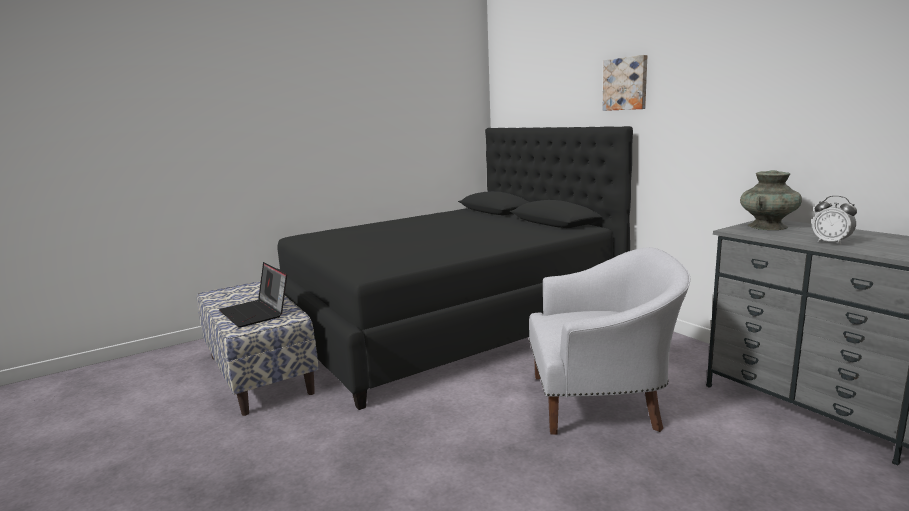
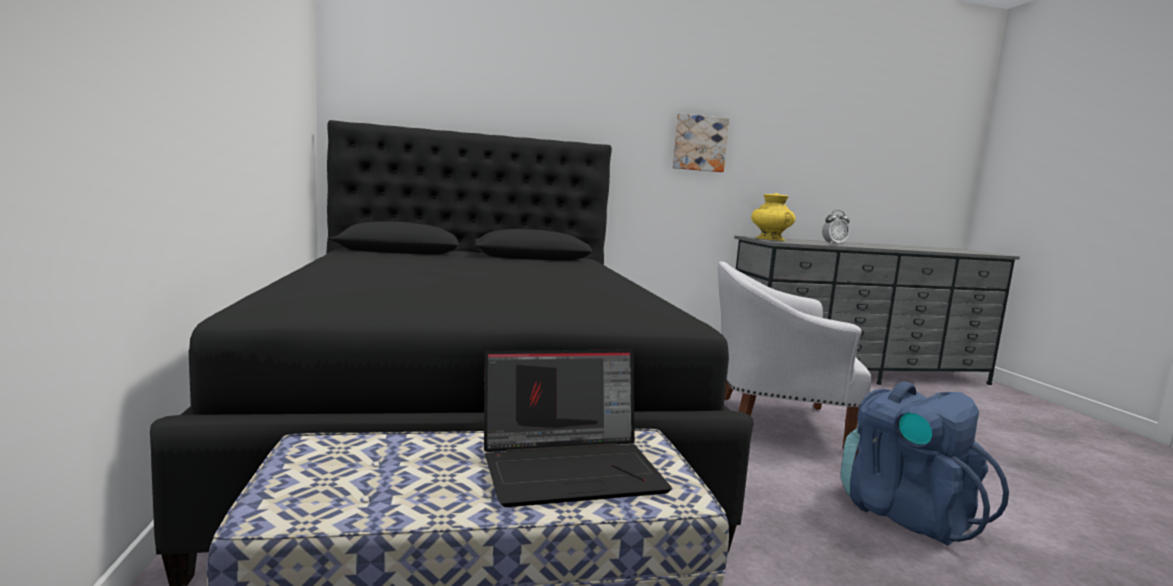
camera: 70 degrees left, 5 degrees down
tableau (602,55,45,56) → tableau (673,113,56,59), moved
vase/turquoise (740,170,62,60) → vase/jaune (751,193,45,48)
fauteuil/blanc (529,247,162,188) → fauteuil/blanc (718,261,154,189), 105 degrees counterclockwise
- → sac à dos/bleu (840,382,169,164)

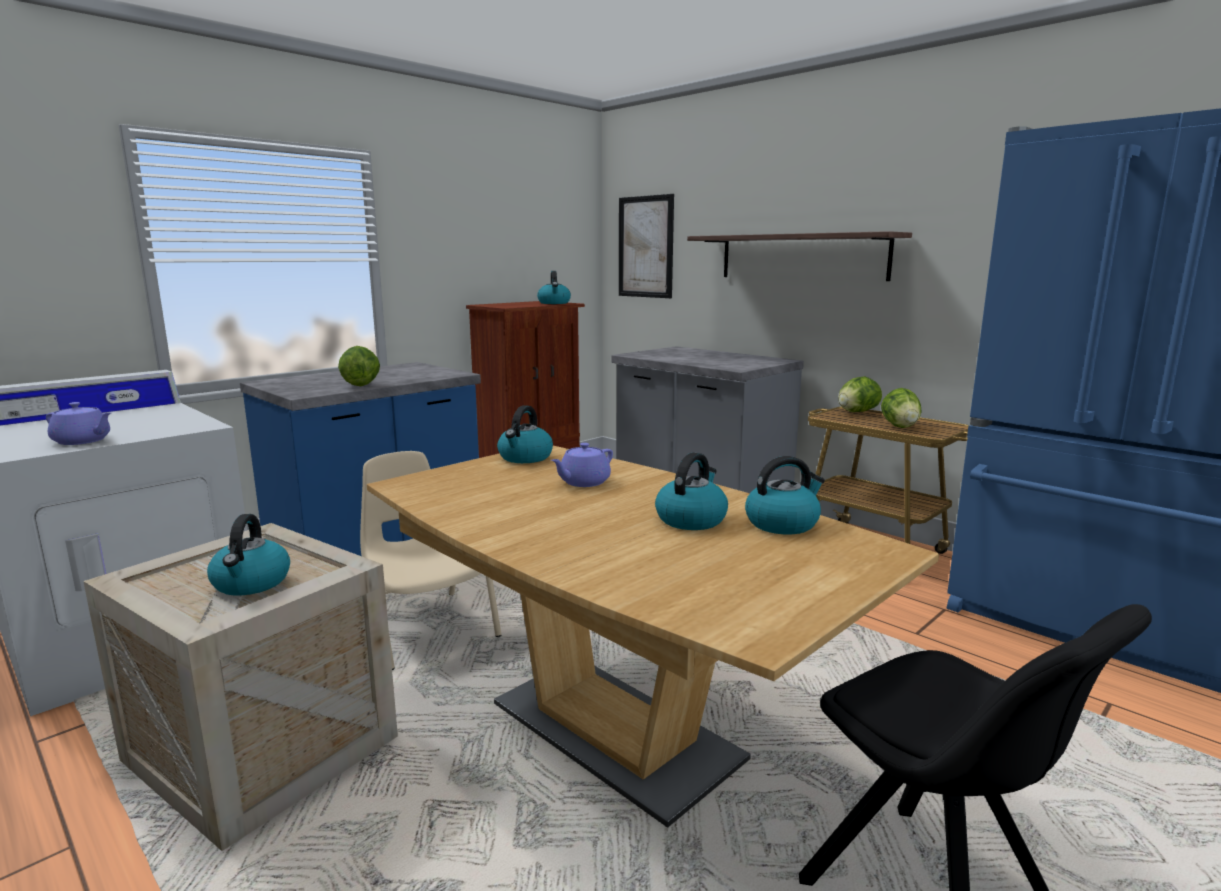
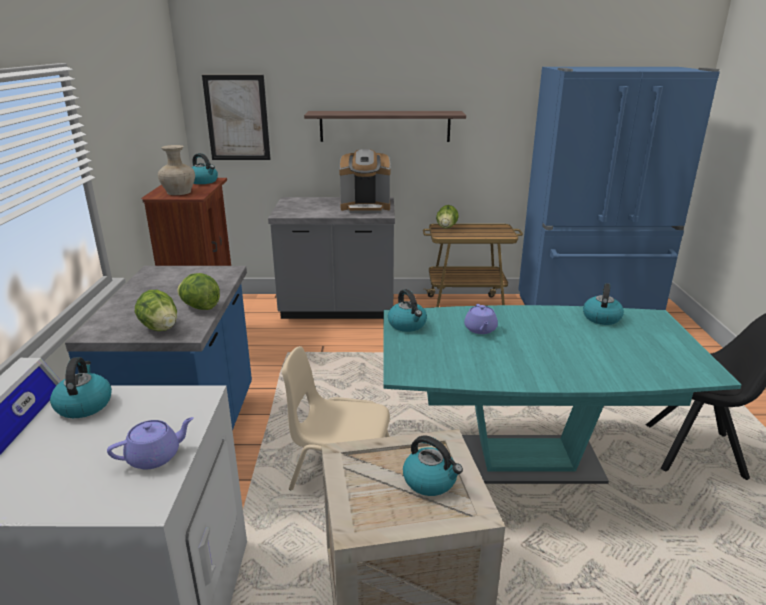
camera: 45 degrees left, 10 degrees up
laitue (881,388,41,40) → laitue (135,290,42,41), moved
table à manger/marron (367,446,572,382) → table à manger/turquoise (383,305,358,179)
bouilloire (655,453,73,77) → bouilloire (50,357,62,61), moved
- → vase/beige (158,145,37,50)
- → machine à café (339,149,52,64)

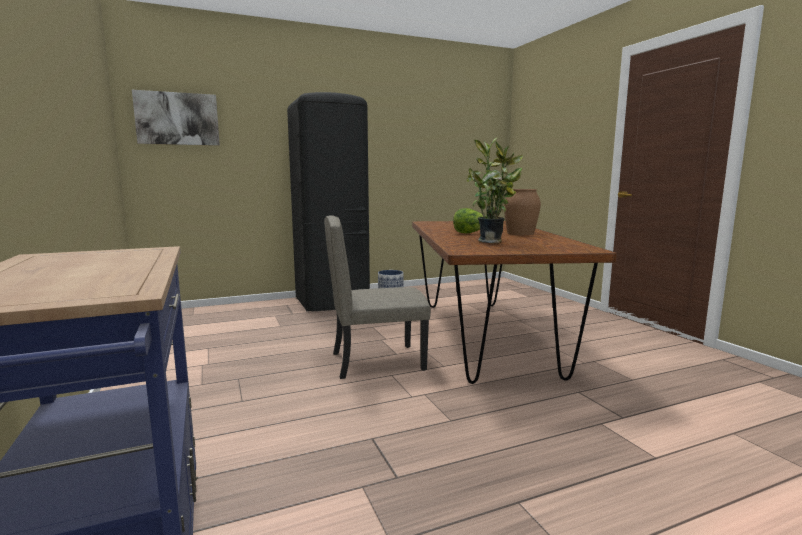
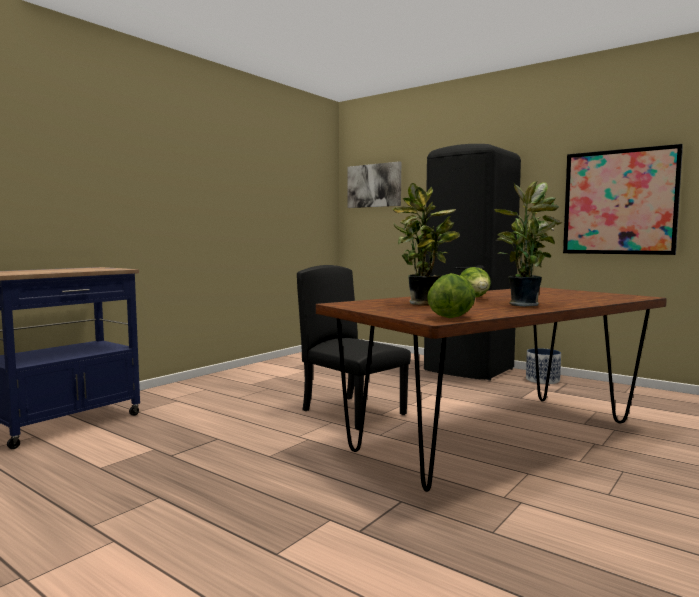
camera: 60 degrees right, 5 degrees down
vase/marron (504,189,37,46) → plante en pot (494,181,69,126)
chaise/beige (324,215,107,164) → chaise/noir (297,265,114,165)
- → tableau (563,144,120,111)
- → laitue (427,273,49,45)

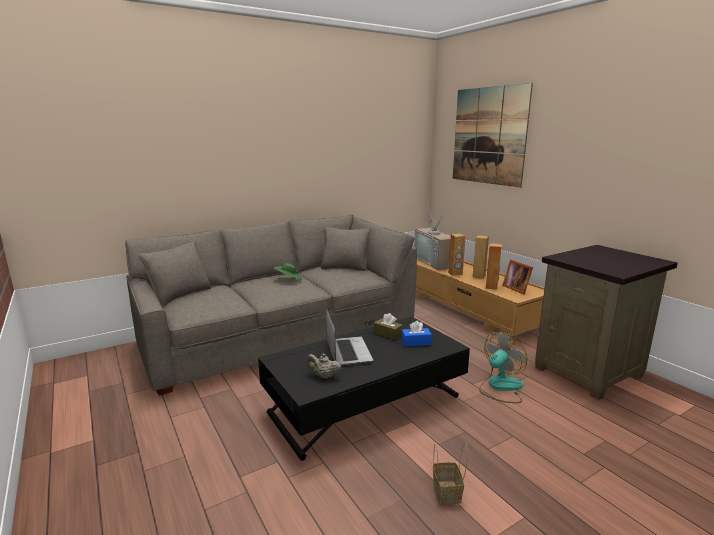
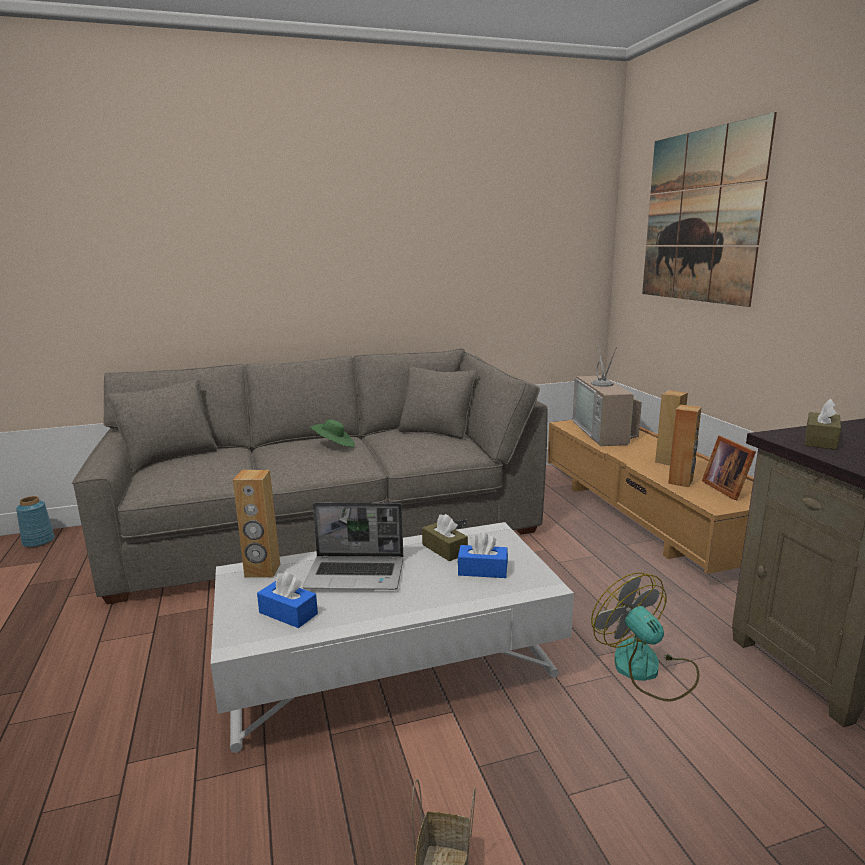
camera: 15 degrees right, 0 degrees up
enceinte/marron (448,234,18,42) → enceinte/marron (233,470,47,108), moved
ordinateur portable (326,309,47,57) → ordinateur portable (303,502,100,88), 90 degrees clockwise
table basse/noir (258,316,212,145) → table basse/blanc (211,522,363,231)
ventilateur (479,332,48,71) → ventilateur (591,572,108,130), 90 degrees counterclockwise
théière/beige (307,354,34,25) → boîte à mouchoirs/bleu (257,572,61,56)
- → boîte à mouchoirs/marron (805,399,36,51)
- → vase/bleu (16,496,39,52)

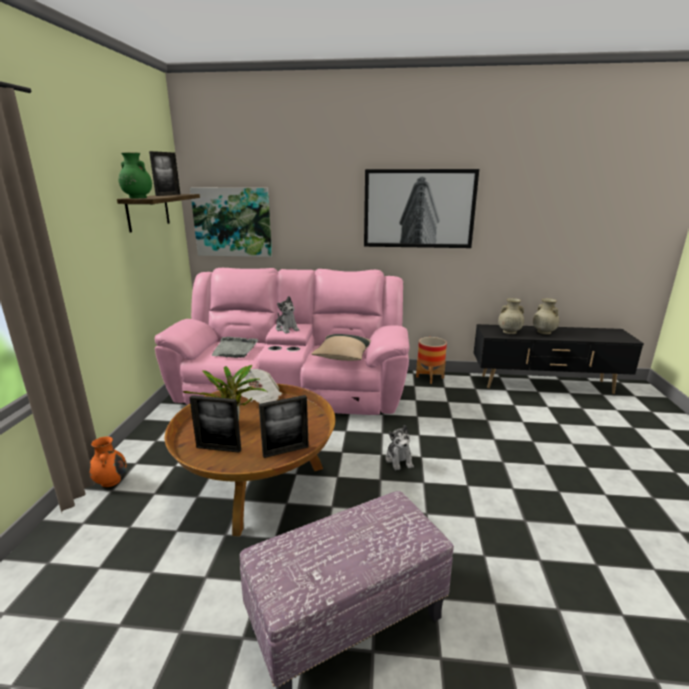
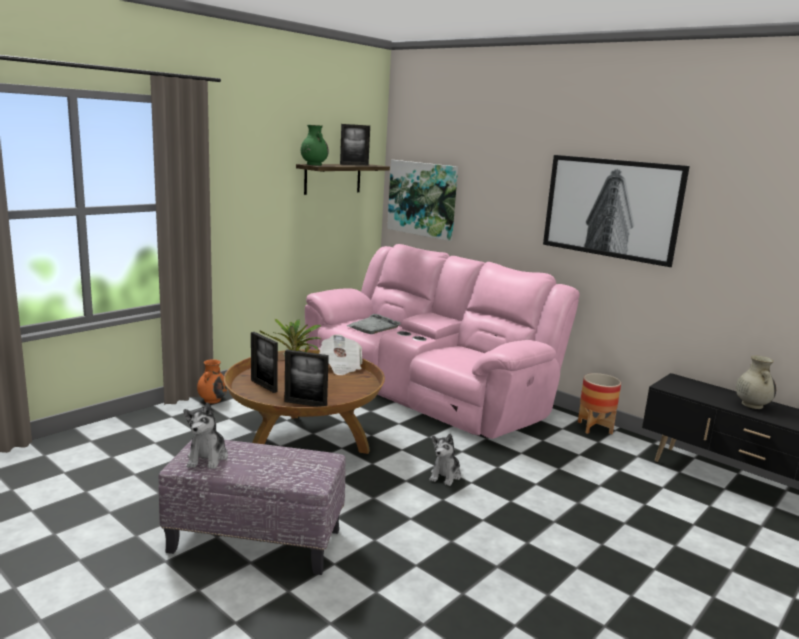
camera: 35 degrees right, 5 degrees down
peluche (276,296,24,38) → peluche (184,403,44,66), moved
vase/beige (498,298,26,36) → -
coussin/beige (312,334,59,27) → -

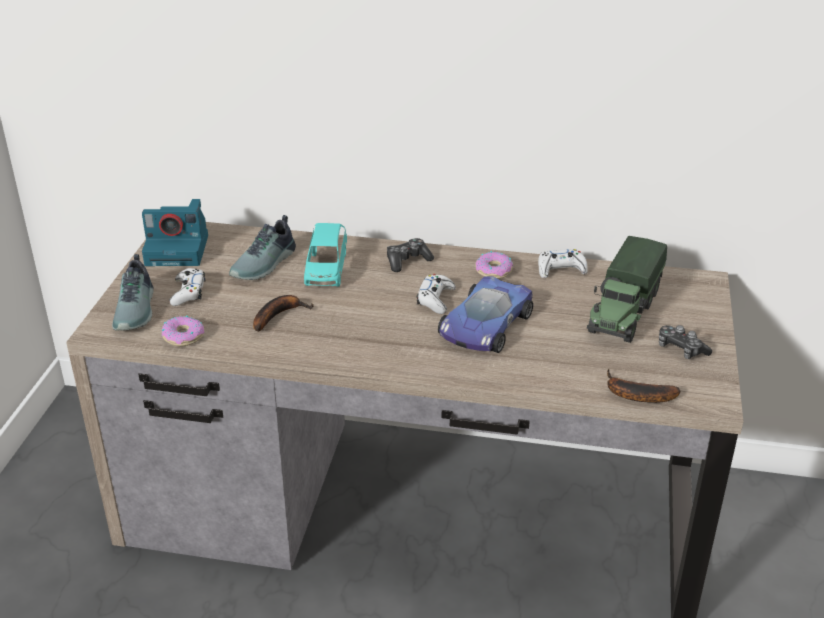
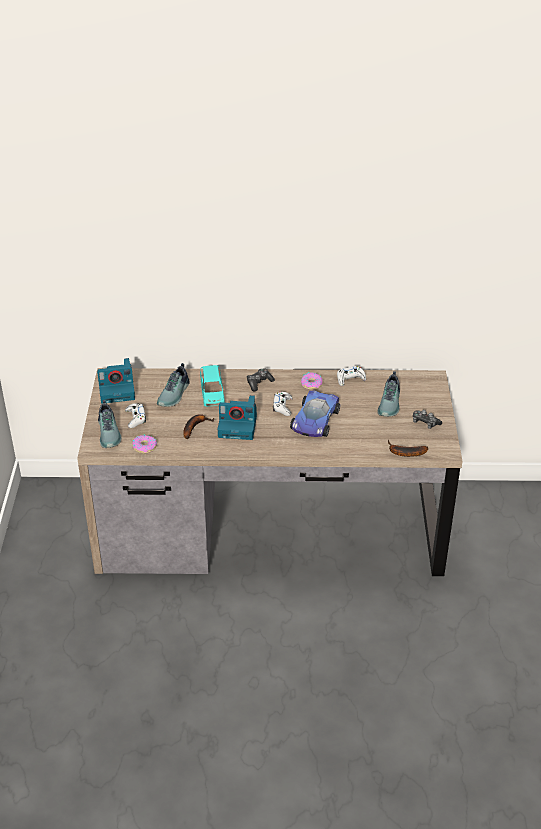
camera: 10 degrees left, 5 degrees up
camion jouet (587,236,80,107) → chaussure (378,371,22,46)
- → appareil photo (218,395,39,45)

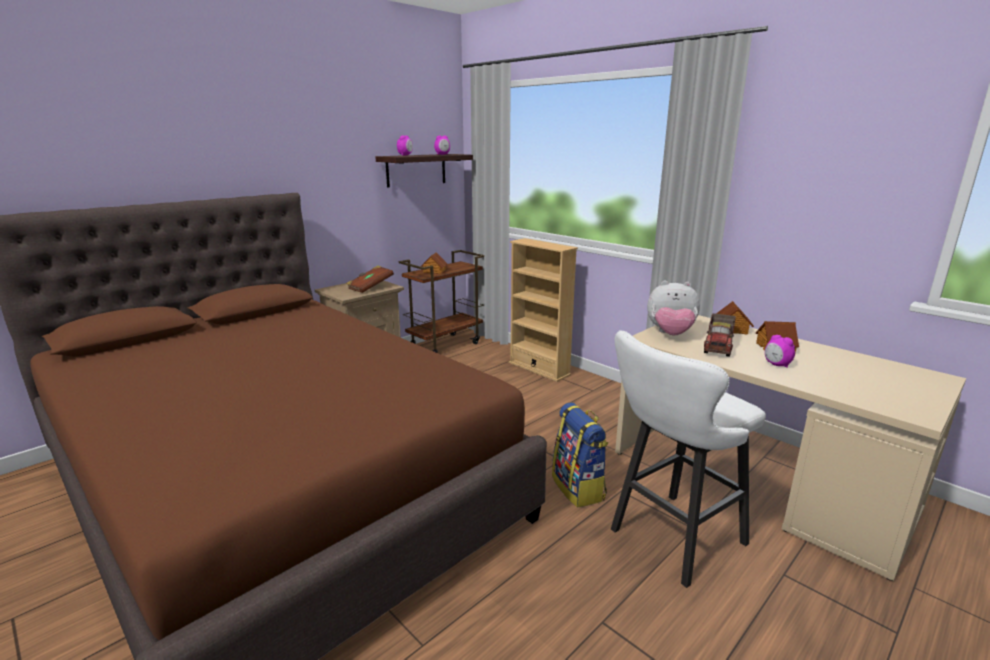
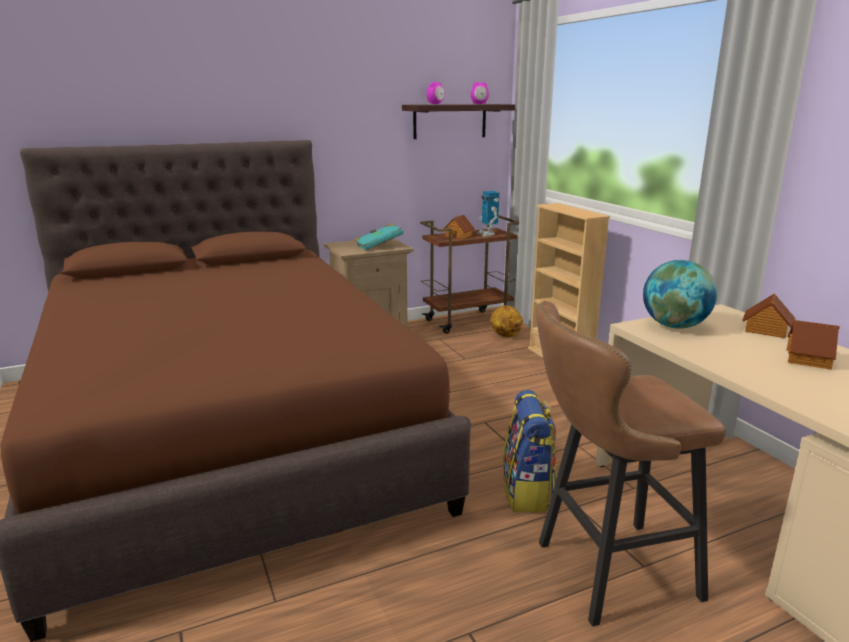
camera: 20 degrees right, 0 degrees up
livre/marron (346,266,48,27) → livre/turquoise (354,223,50,27)
peluche (647,281,53,54) → globe (643,260,74,69)
camion jouet (704,313,32,44) → -
tabouret/blanc (611,330,155,258) → tabouret/marron (536,301,190,326)
réveil (765,335,30,33) → -
- → robot jouet (477,191,22,46)
- → ballon de basket (490,305,33,32)

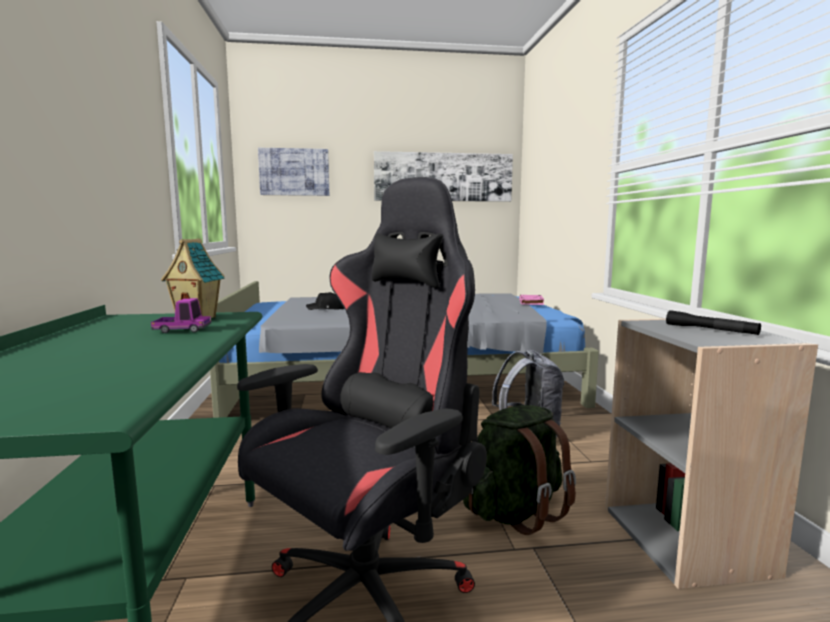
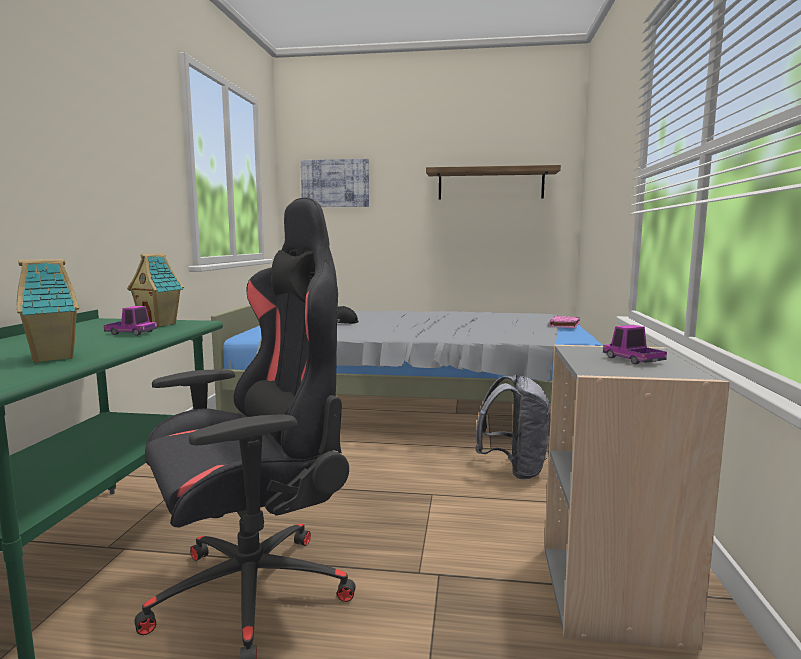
camera: 15 degrees right, 0 degrees up
tableau (374,151,139,51) → étagère (426,165,135,35)
lampe de poche/noir (666,310,95,25) → camion jouet (603,325,64,39)
sac à dos/vert (463,405,113,130) → -
- → maison miniature (17,259,62,104)

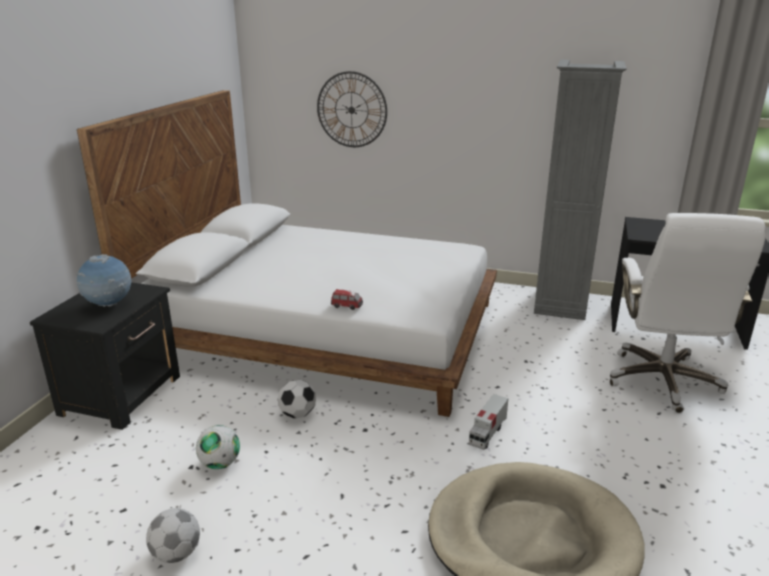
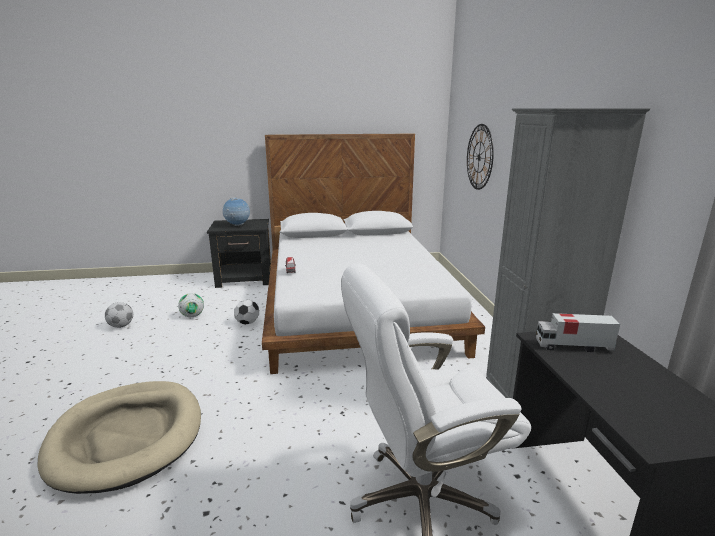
camera: 65 degrees right, 5 degrees down
camion jouet (469,394,39,56) → camion jouet (535,313,85,39), moved

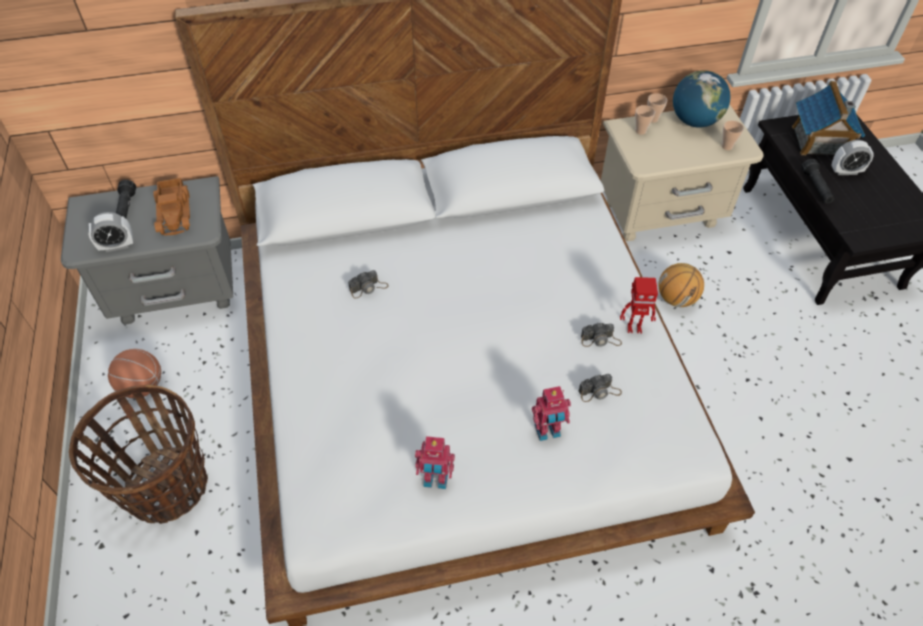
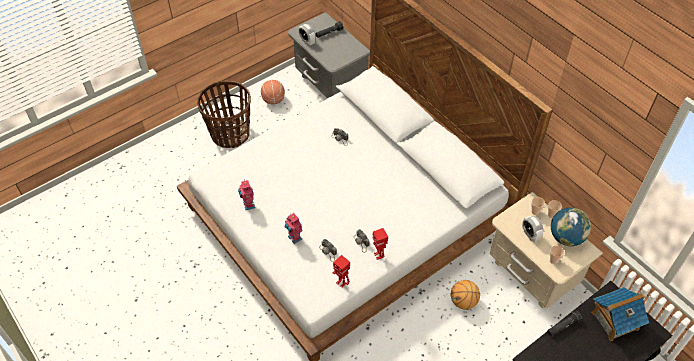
camera: 65 degrees right, 0 degrees up
réveil (831,140,43,35) → réveil (522,216,21,26), moved
camion jouet (153,178,37,58) → -
- → robot jouet (332,255,18,33)

